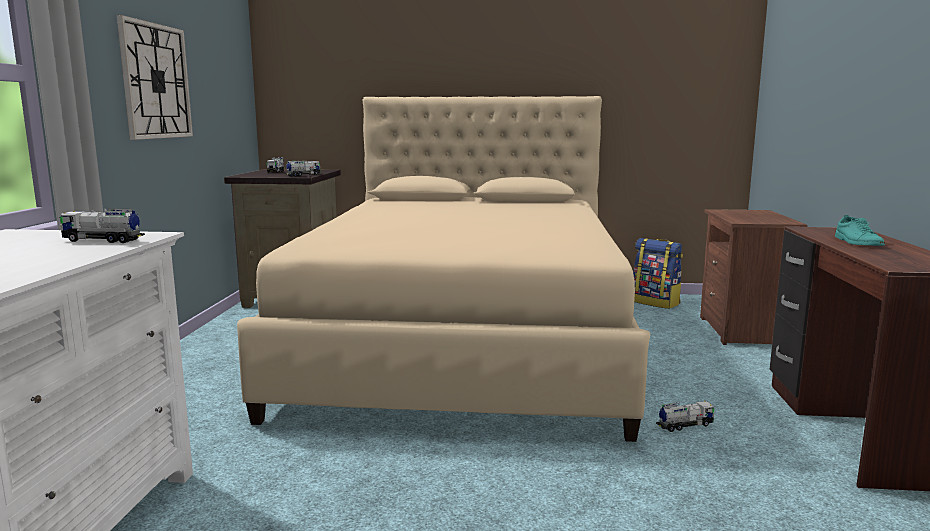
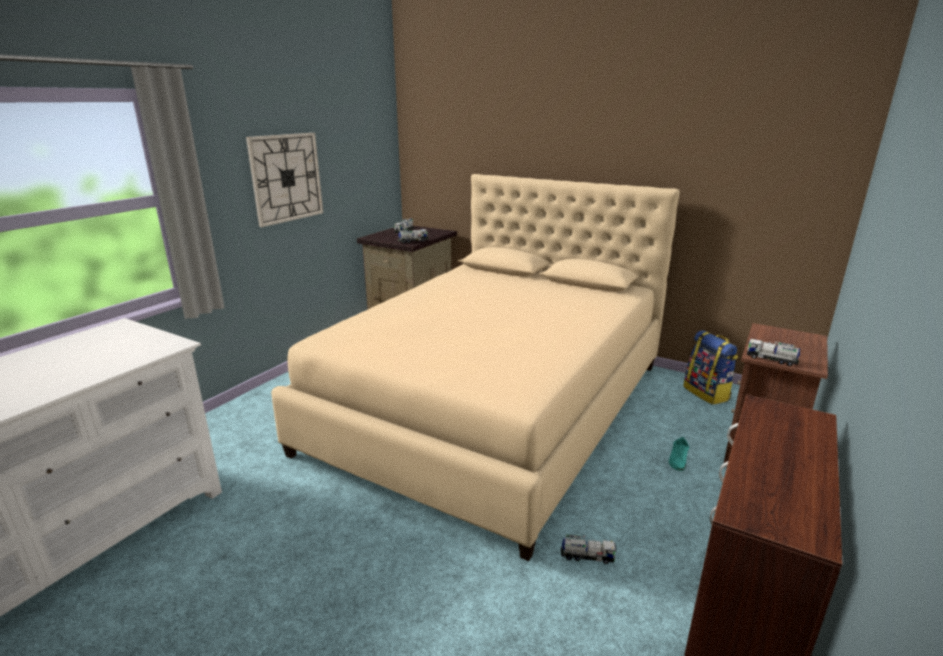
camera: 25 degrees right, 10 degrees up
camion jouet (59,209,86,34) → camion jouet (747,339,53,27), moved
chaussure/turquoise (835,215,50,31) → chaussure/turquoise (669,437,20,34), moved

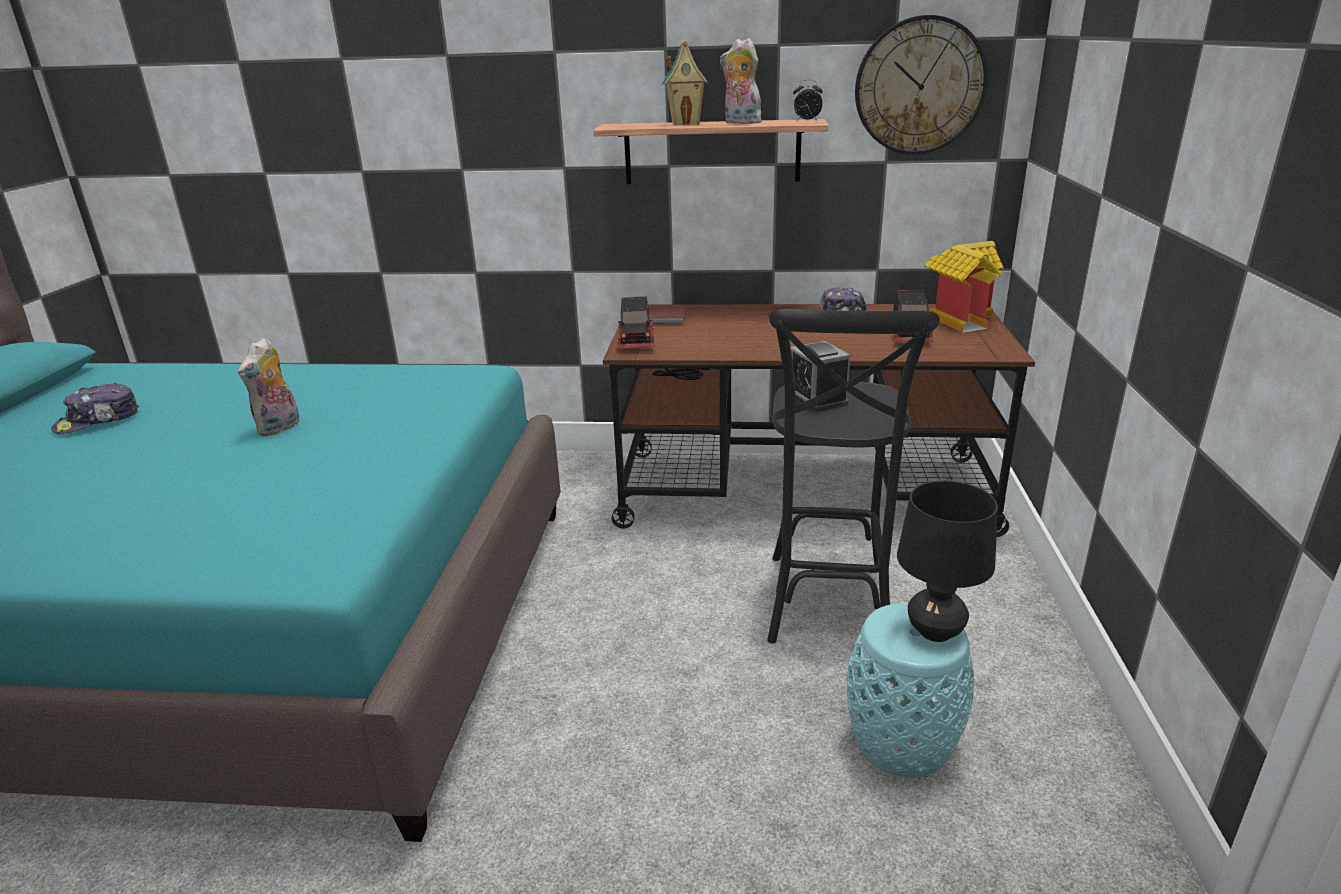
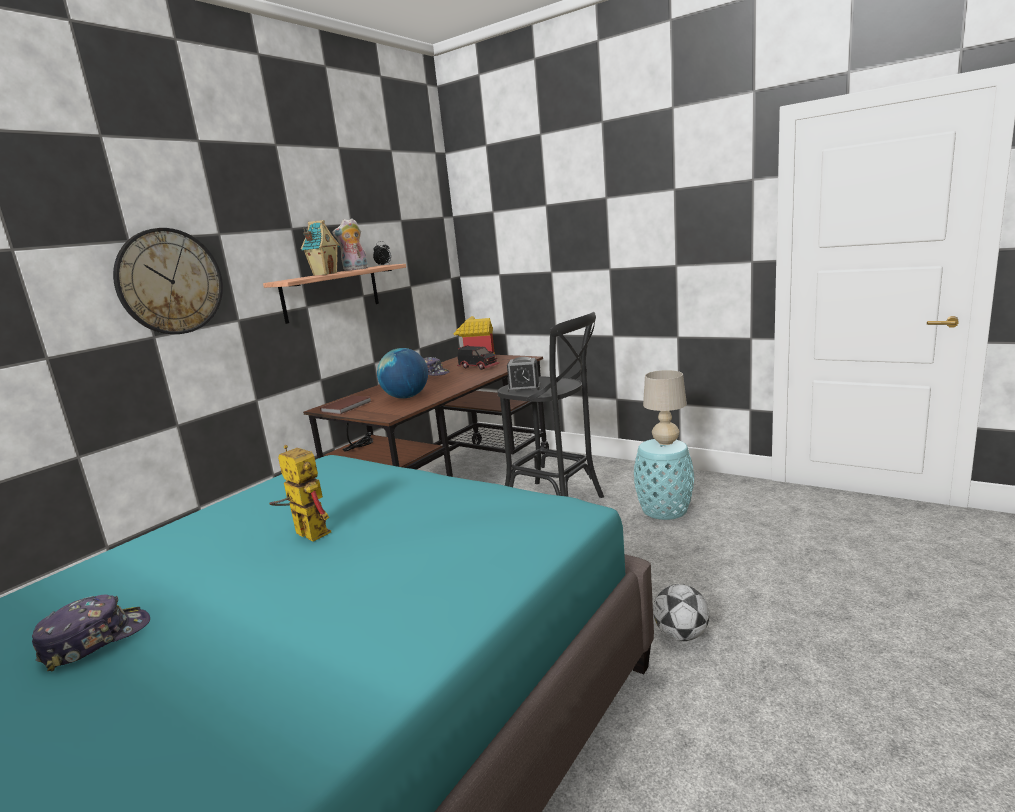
camera: 60 degrees left, 10 degrees down
horloge murale (855,15,133,139) → horloge murale (113,228,110,106), moved
camion jouet (616,296,40,53) → -
peluche (238,338,61,98) → robot jouet (269,445,62,97)
casquette (51,383,88,51) → casquette (32,594,118,78), 120 degrees counterclockwise
lampe de table/noir (897,481,101,161) → lampe de table/beige (643,370,44,75)
- → globe (377,348,51,51)
- → ballon de foot (653,584,57,57)

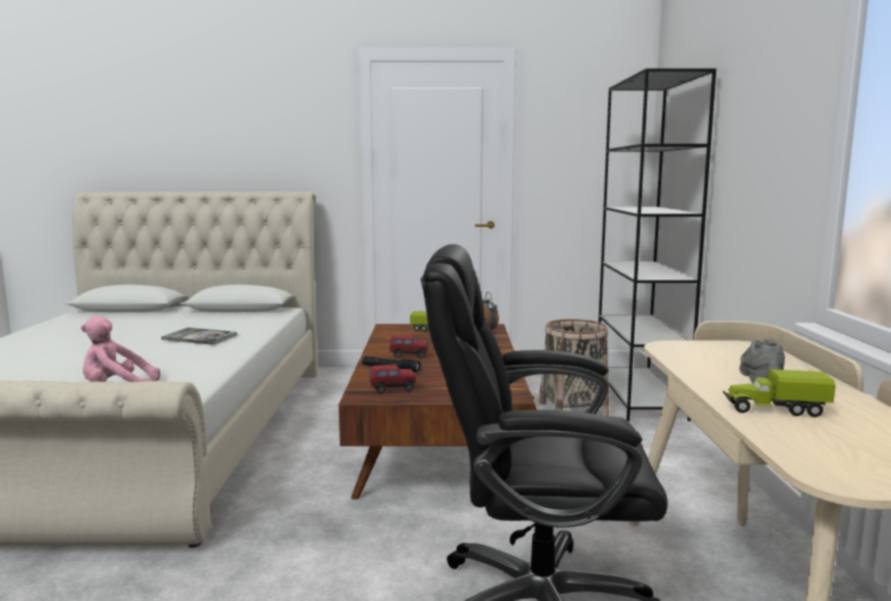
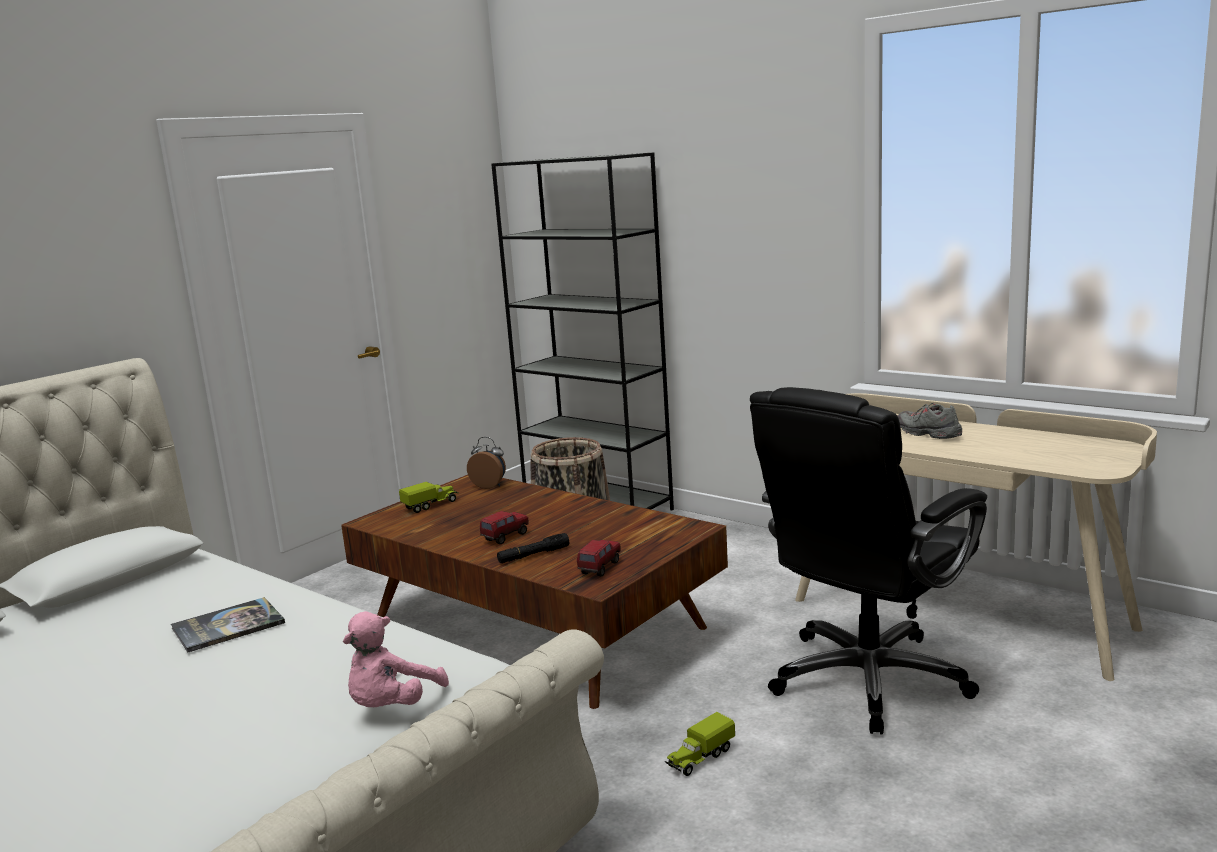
camera: 50 degrees left, 5 degrees up
camion jouet (723,369,113,48) → camion jouet (665,712,70,64), moved

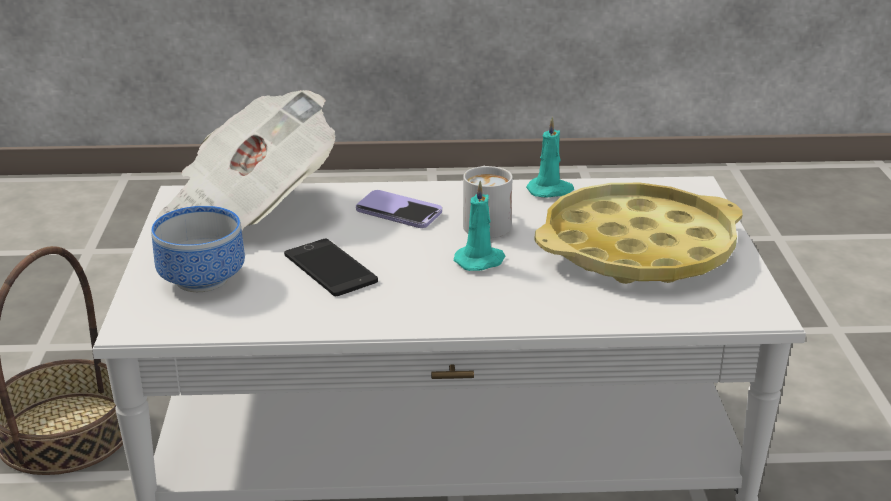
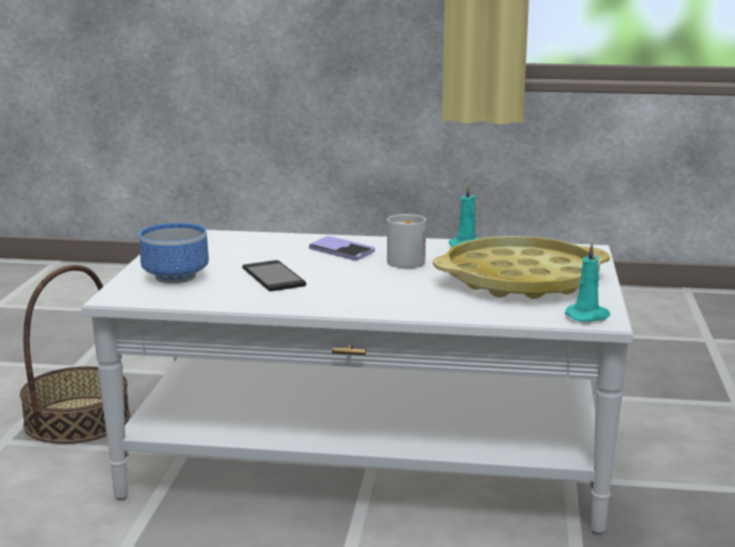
camera: 10 degrees right, 10 degrees down
journal (156,90,180,140) → -
bougie/turquoise (454,180,51,91) → bougie/turquoise (565,242,46,80), moved

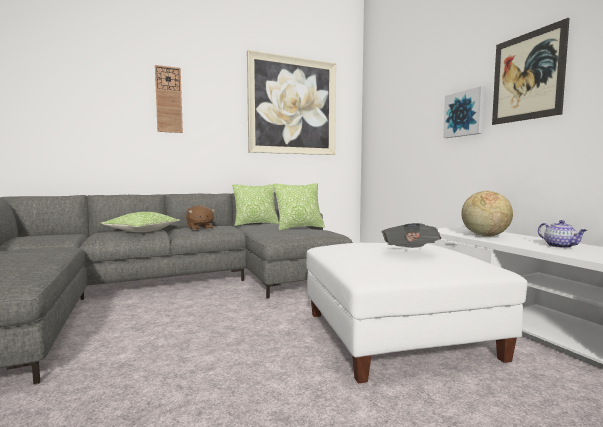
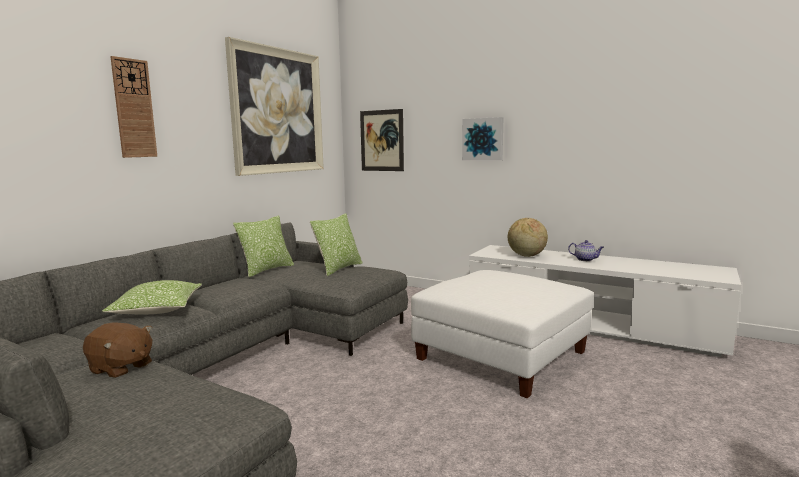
camera: 35 degrees left, 5 degrees up
tableau (492,18,78,107) → tableau (360,109,44,62), moved
peluche/marron (186,205,29,25) → peluche/marron (83,323,69,55), moved
journal (381,223,60,25) → -

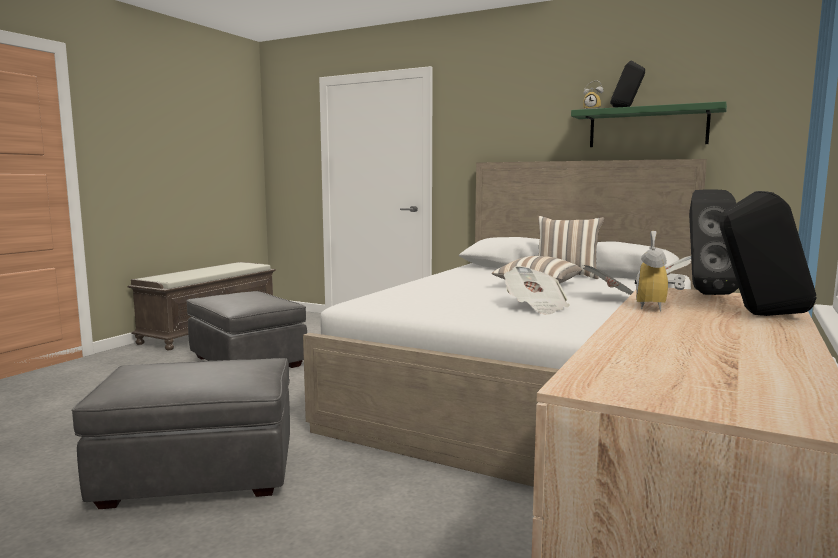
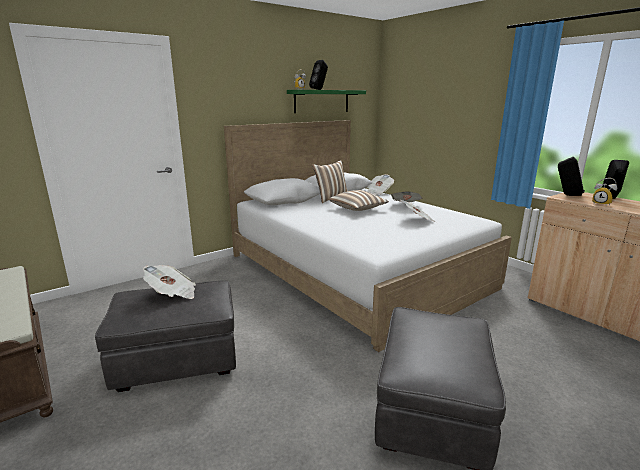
camera: 65 degrees left, 10 degrees up
- → journal (143,265,53,34)

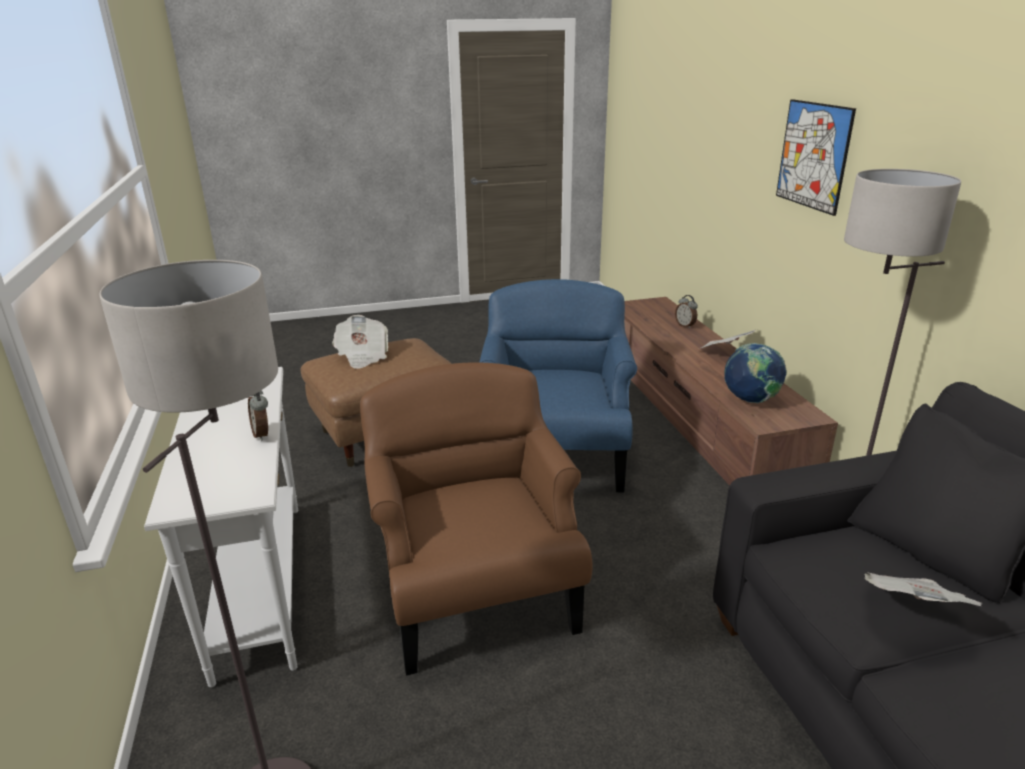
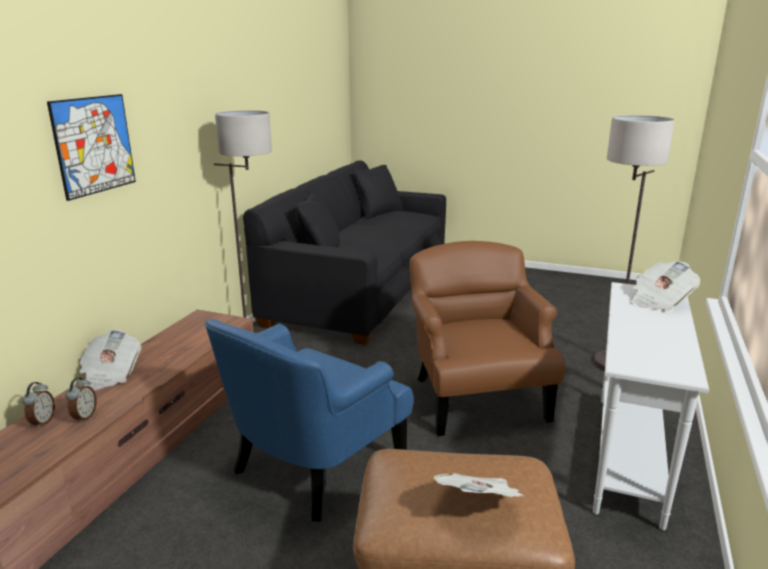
camera: 145 degrees left, 5 degrees down
globe (724,343,63,60) → -
fauteuil/marron (360,363,233,313) → fauteuil/marron (410,241,155,195), 150 degrees clockwise
réveil (248,390,20,51) → réveil (66,378,31,45), moved
journal (864,572,118,34) → journal (631,261,69,50), moved

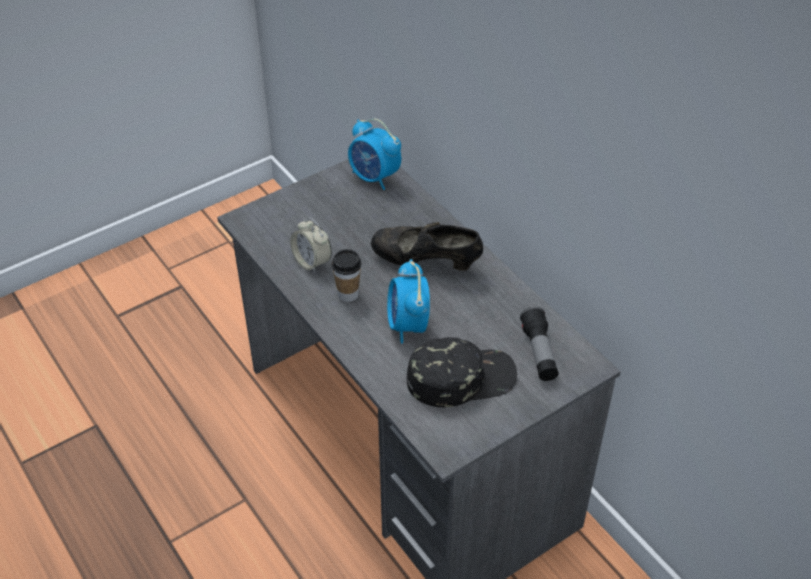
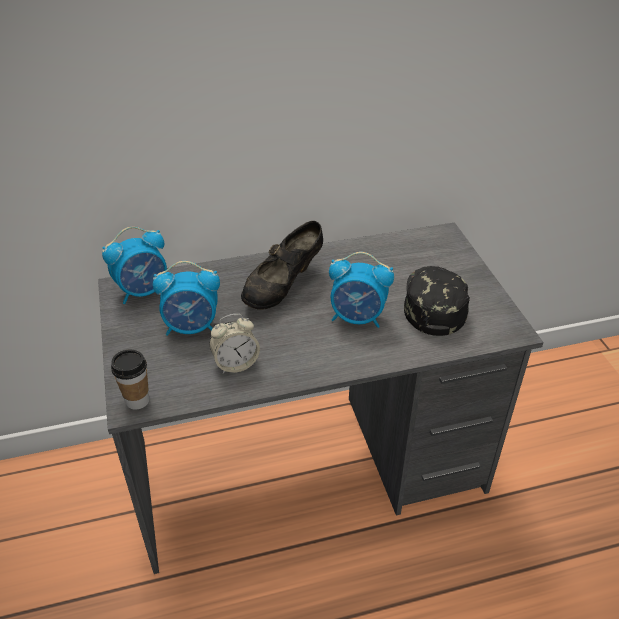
camera: 70 degrees left, 5 degrees down
tasse (332,249,29,53) → tasse (111,350,38,60), moved
lampe de poche (520,307,39,74) → -
- → réveil (153,261,67,75)

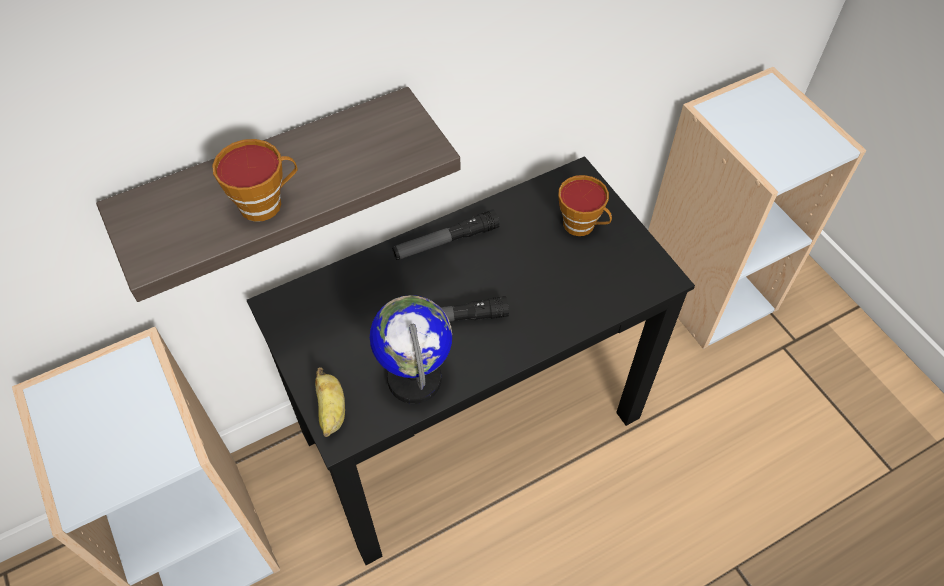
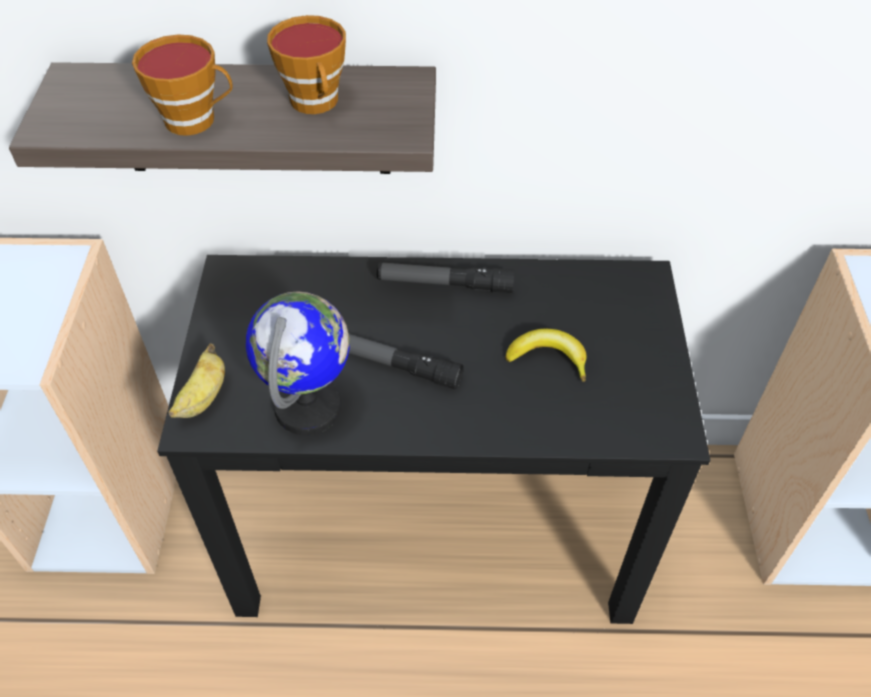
camera: 30 degrees right, 5 degrees down
tasse (558,175,54,61) → tasse (267,15,79,99), moved
- → banane (506,329,80,53)

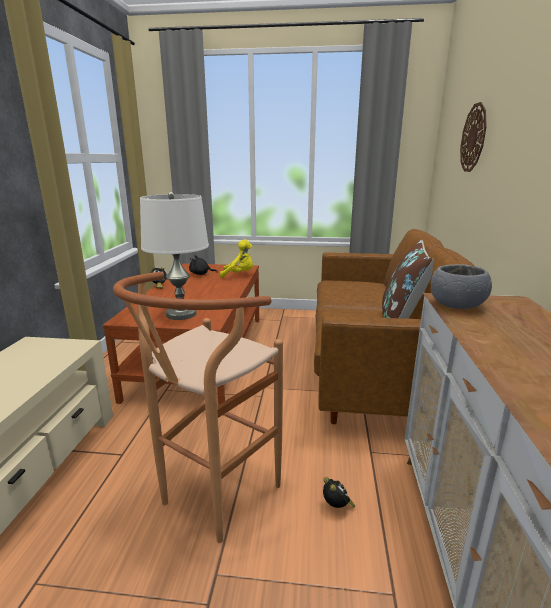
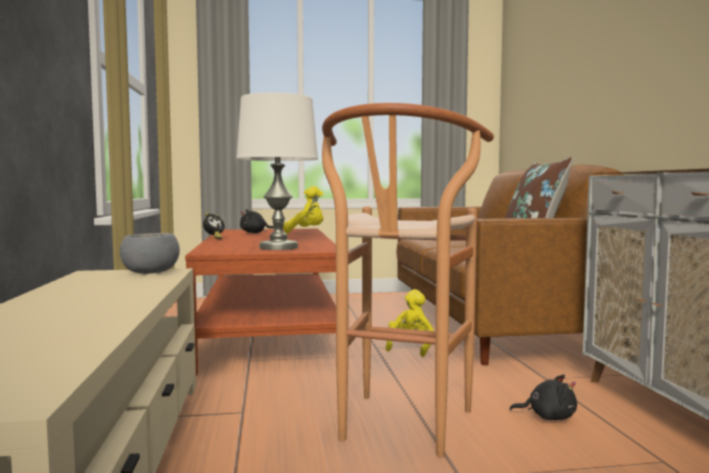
camera: 15 degrees left, 15 degrees down
horloge murale (460,102,27,70) → -
bol/gris (431,264,61,45) → bol/gris (120,233,60,41), moved
réveil (323,477,33,31) → peluche/noir (510,375,67,45)
- → peluche/jaune (386,289,48,68)

